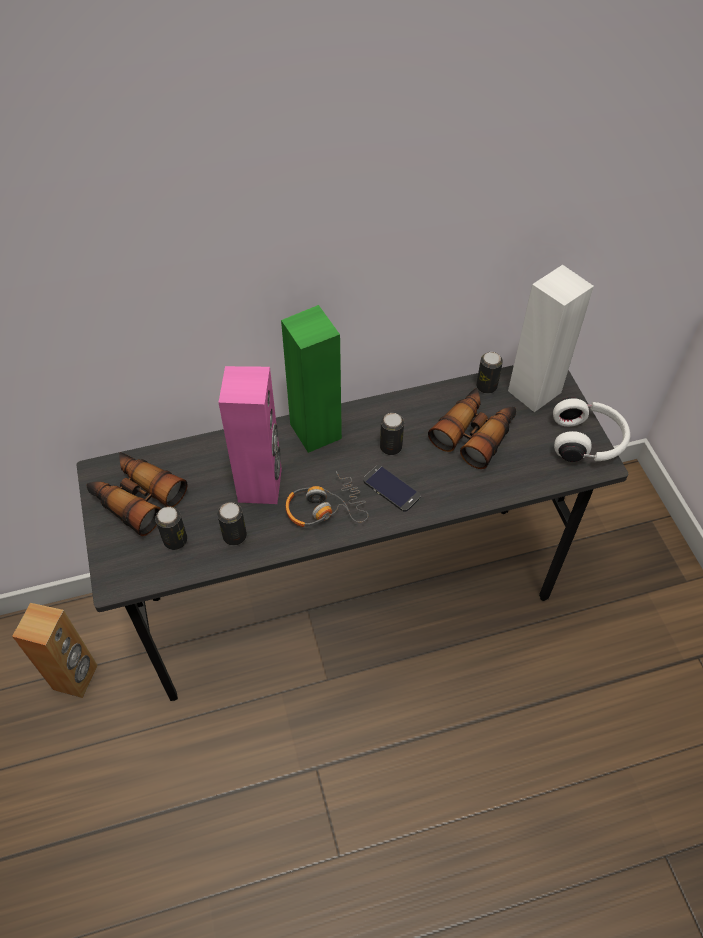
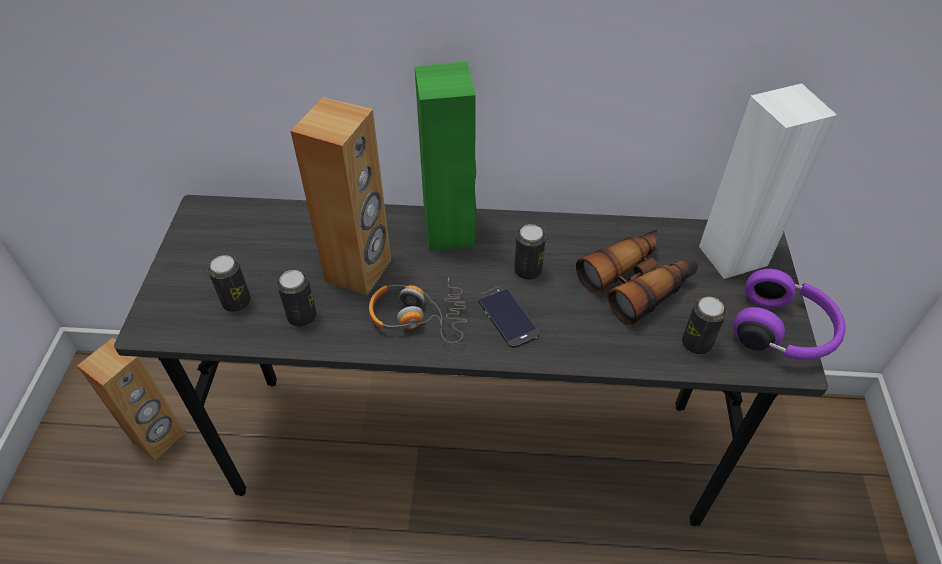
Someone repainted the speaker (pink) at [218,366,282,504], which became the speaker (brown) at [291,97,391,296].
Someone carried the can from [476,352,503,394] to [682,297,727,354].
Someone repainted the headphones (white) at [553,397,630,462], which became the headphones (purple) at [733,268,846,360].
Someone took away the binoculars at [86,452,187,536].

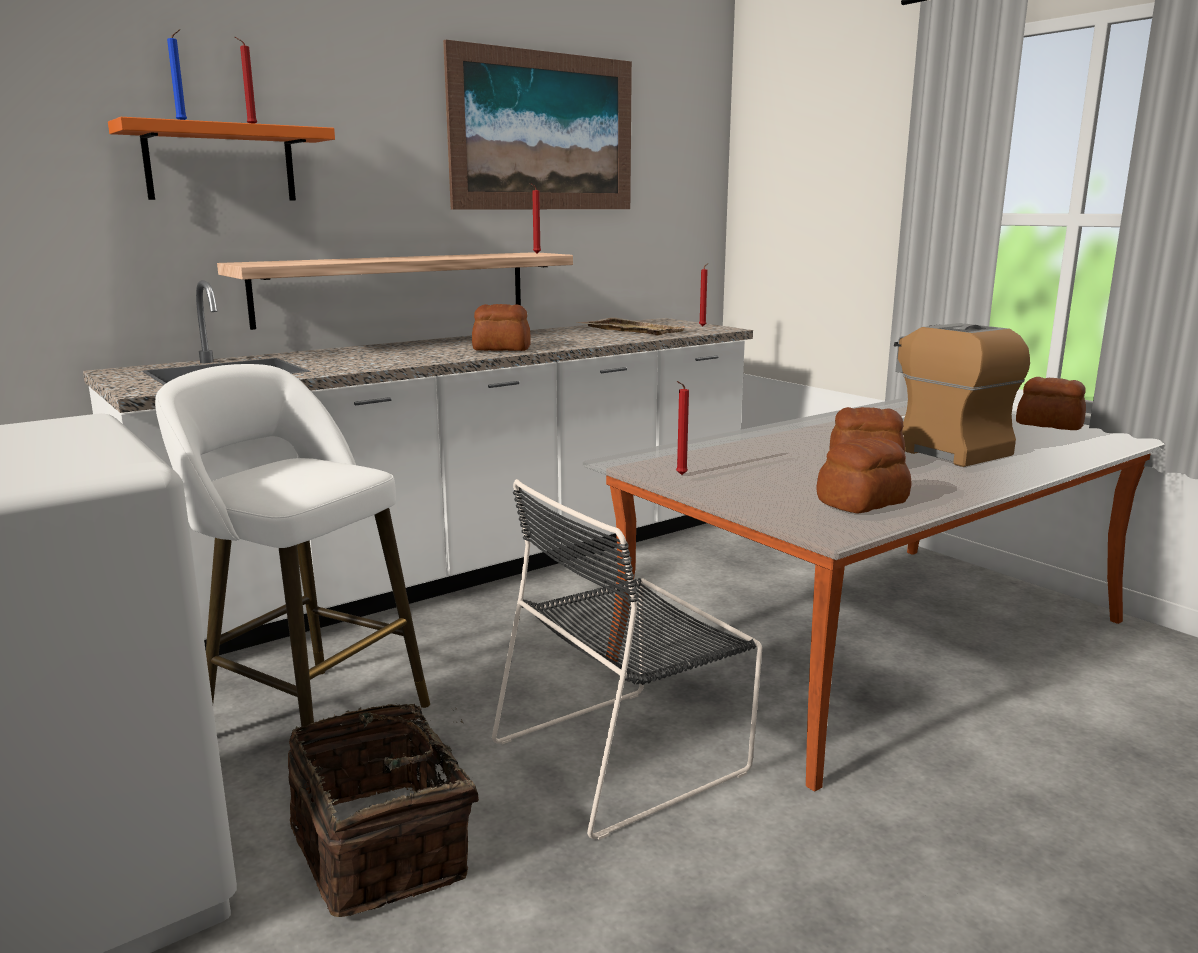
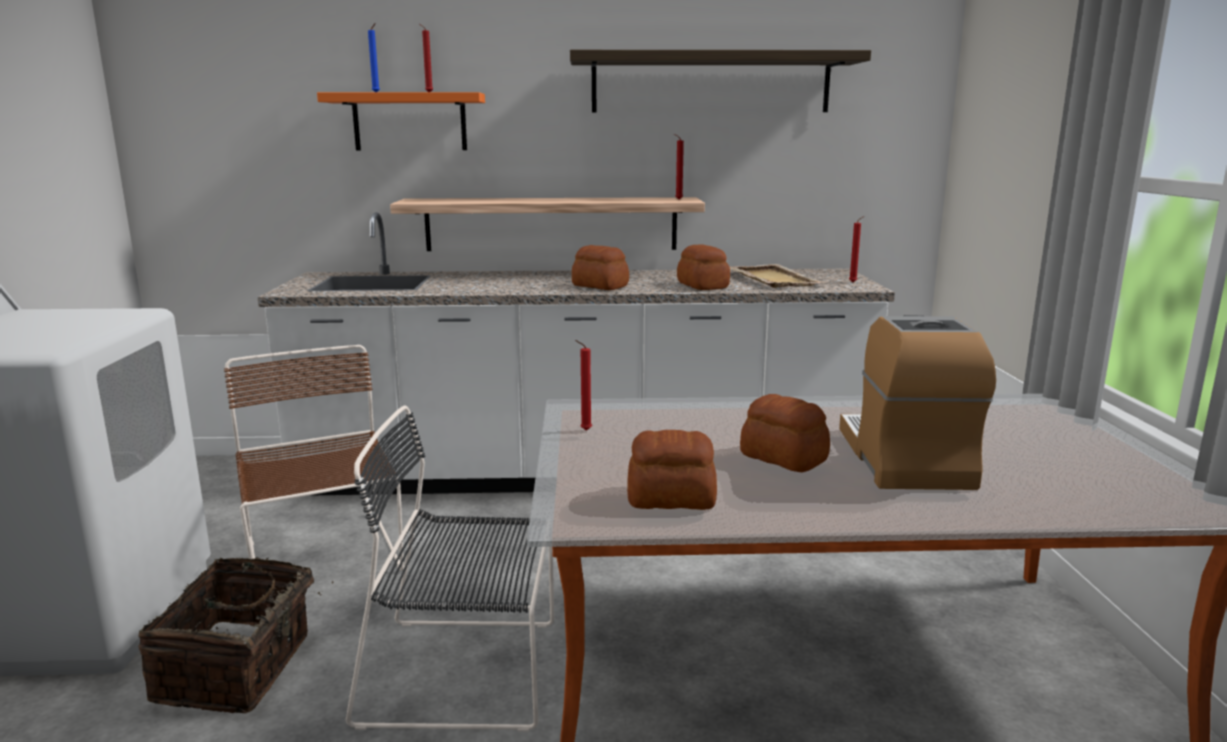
Someone swapped the stool (white) at [155,364,430,727] for the chair (brown) at [224,345,404,571].
Someone swapped the picture at [443,40,632,209] for the shelf at [570,50,871,113].
Someone carried the bread from [1016,377,1086,430] to [677,244,730,290].

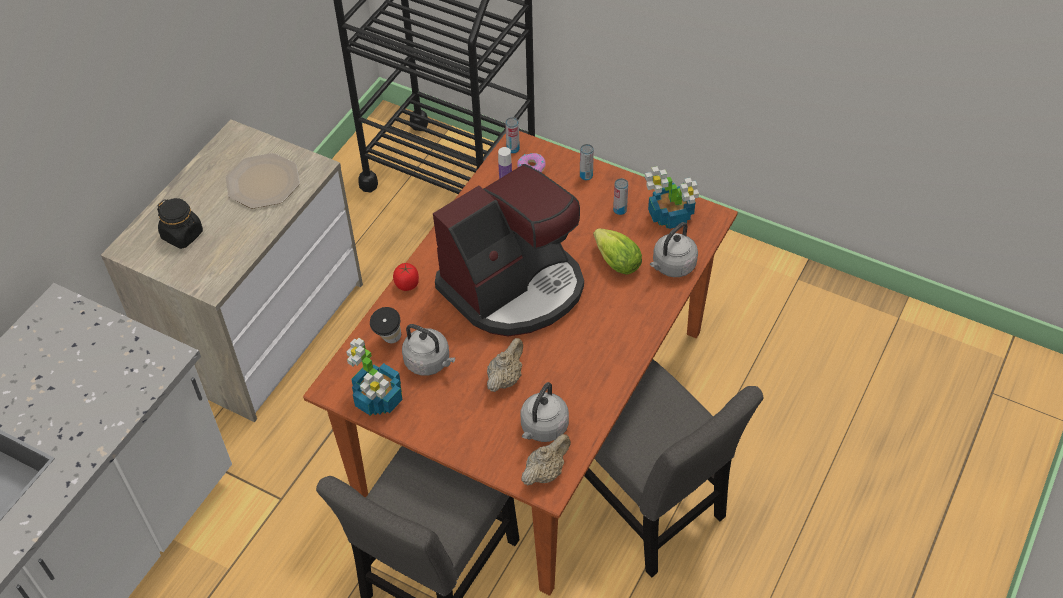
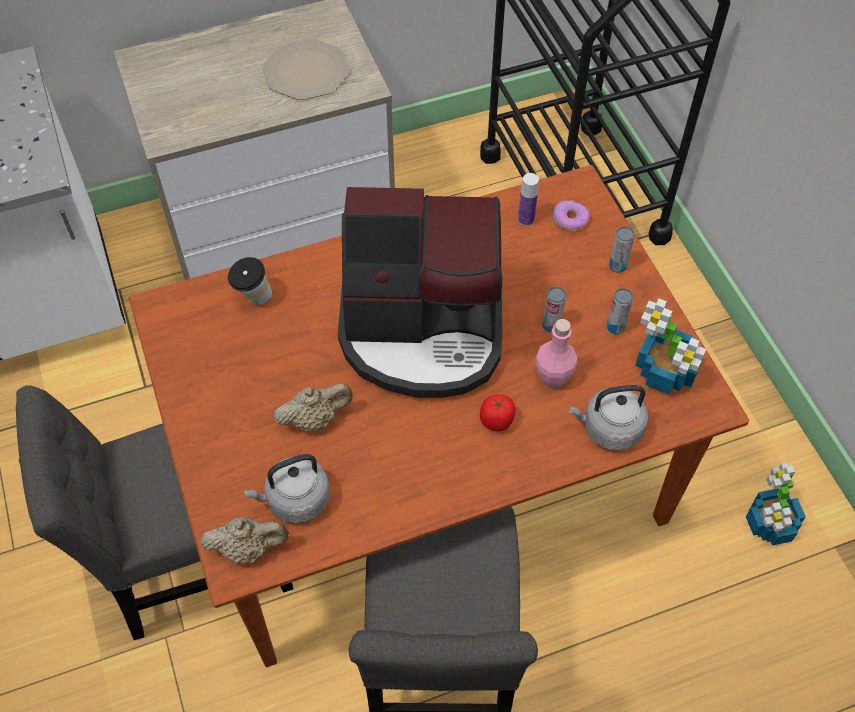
Someone carried the tomato from [393,263,419,291] to [480,394,516,432].
Someone swapped the lettuce at [594,228,642,274] for the bottle (pink) at [535,319,578,388].
Someone carried the can from [505,117,520,154] to [542,287,566,333].
Someone carried the potted plant from [346,338,403,416] to [746,462,806,546].
Someone took away the jar (black) at [157,198,203,249].
Someone took away the kettle (grey) at [402,324,455,376].

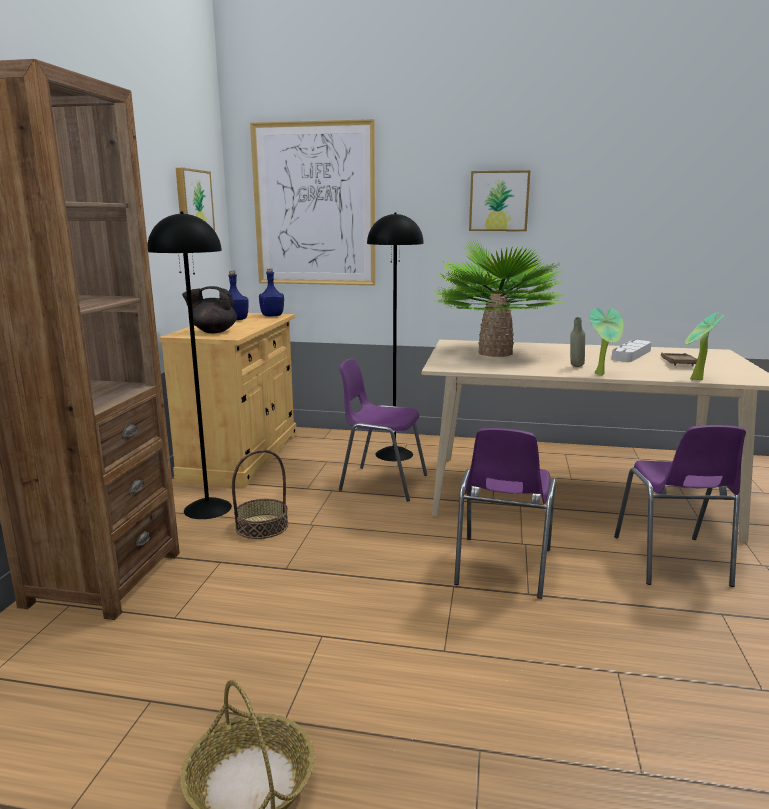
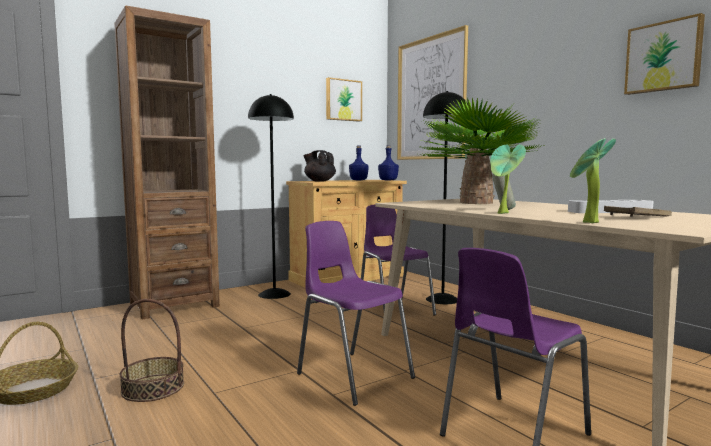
Someone carried the basket from [232,450,288,539] to [119,299,184,402].
Someone rotated the chair (purple) at [454,428,556,599] by 75 degrees clockwise.
Someone carried the picture from [469,170,530,231] to [624,13,705,95].

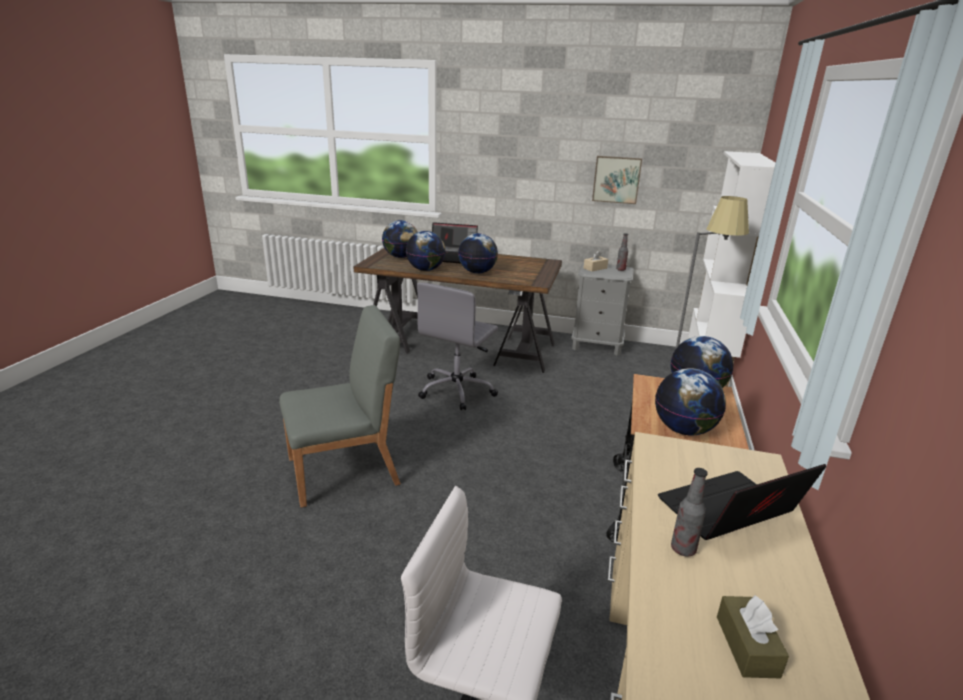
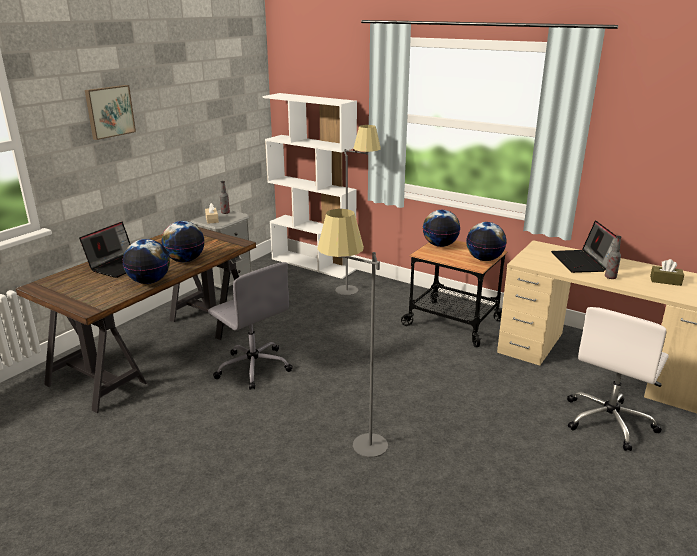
Someone carried the picture from [592,156,642,204] to [85,85,136,140].
Someone swapped the chair (grey) at [279,305,401,508] for the floor lamp (grey) at [317,209,388,457].
Someone took away the globe at [382,220,418,258].

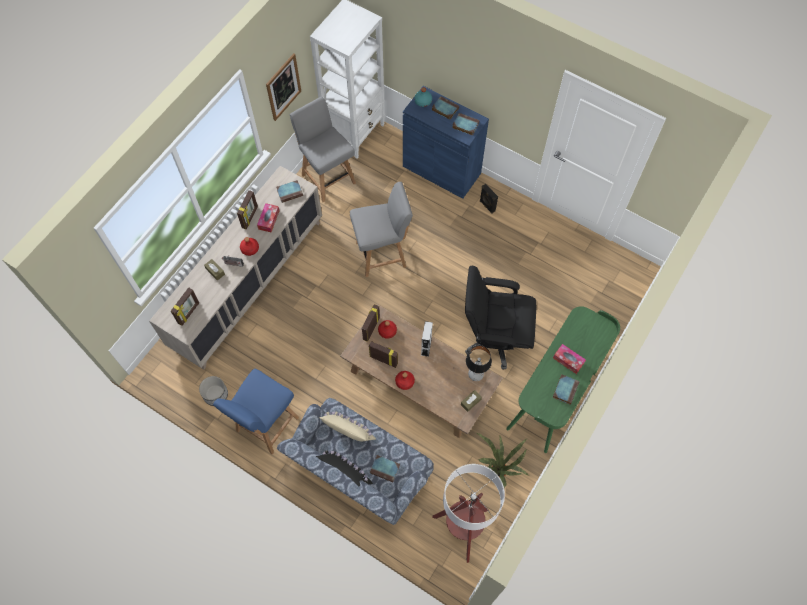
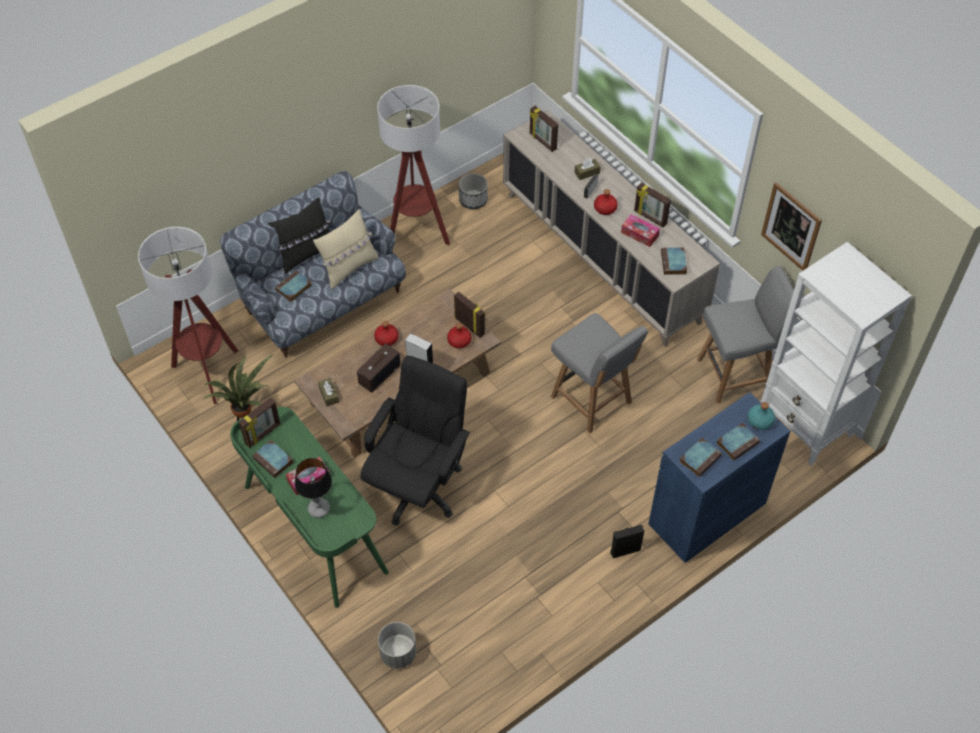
Someone carried the picture frame from [369,341,398,368] to [239,397,281,448].
Someone carried the table lamp from [466,346,492,381] to [295,458,332,518].
Someone put down the radio at [357,344,400,392].
Someone swapped the chair (blue) at [213,369,299,454] for the floor lamp at [377,85,450,245].
Someone put down the planter (grey) at [378,622,416,668].
Someone rotated the chair (grey) at [350,182,413,277] by 45 degrees counterclockwise.

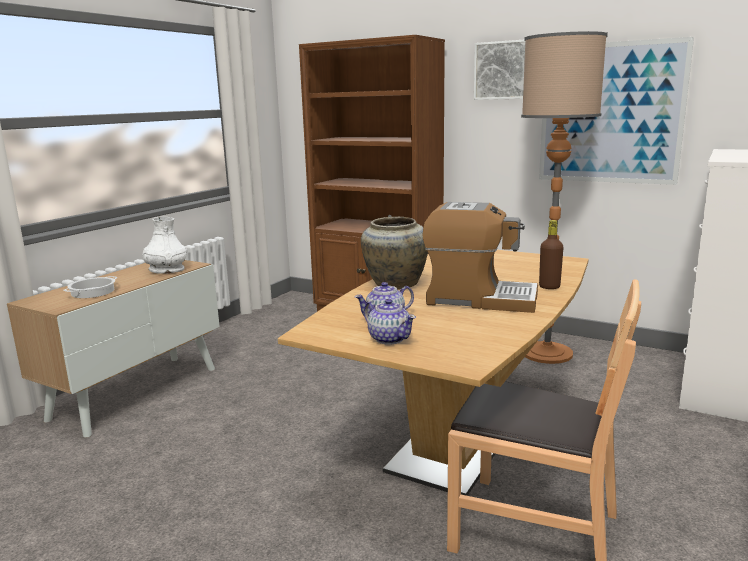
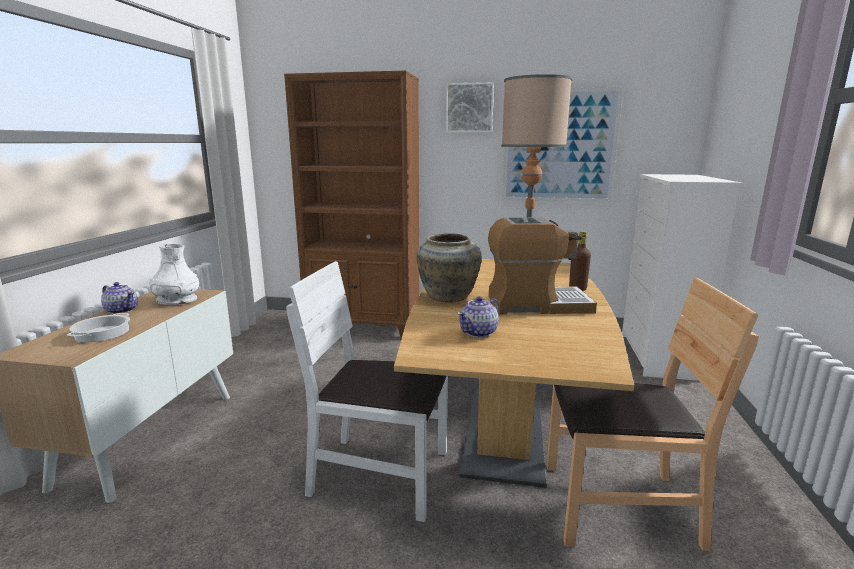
Someone carried the teapot from [364,299,416,344] to [101,282,138,314].
Someone put down the chair (white) at [286,261,448,522].

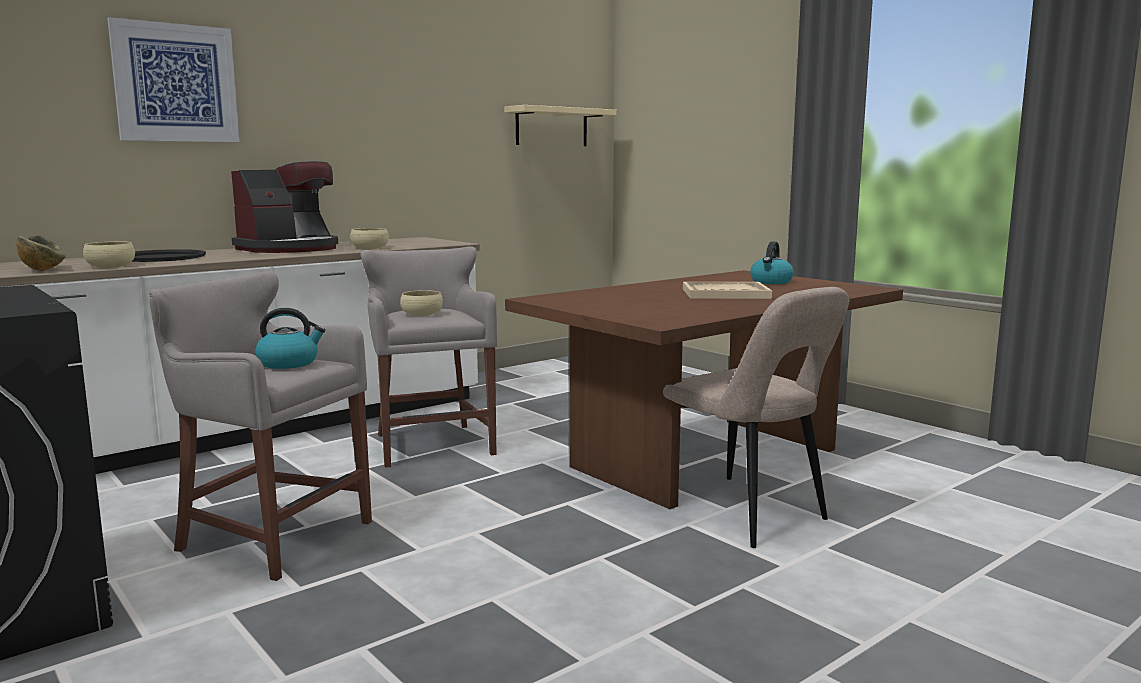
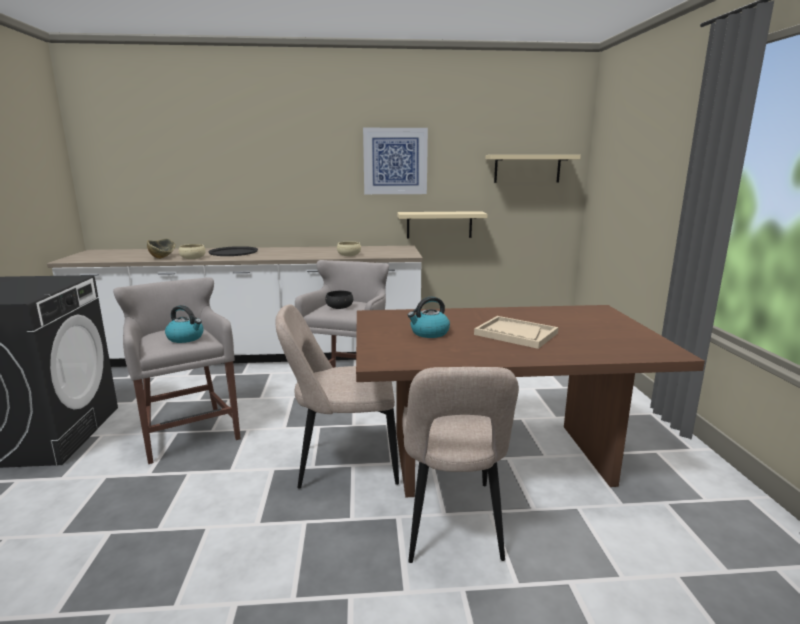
Someone put down the chair (beige) at [275,305,399,489].
Someone repainted the bowl (beige) at [400,290,443,316], which became the bowl (black) at [325,291,353,309].
Someone carried the picture from [107,17,239,142] to [363,128,428,194].
Someone put up the shelf (beige) at [397,211,488,239].
Someone carried the kettle from [750,241,794,284] to [408,296,450,338].
Someone took away the coffee machine at [231,161,338,253].

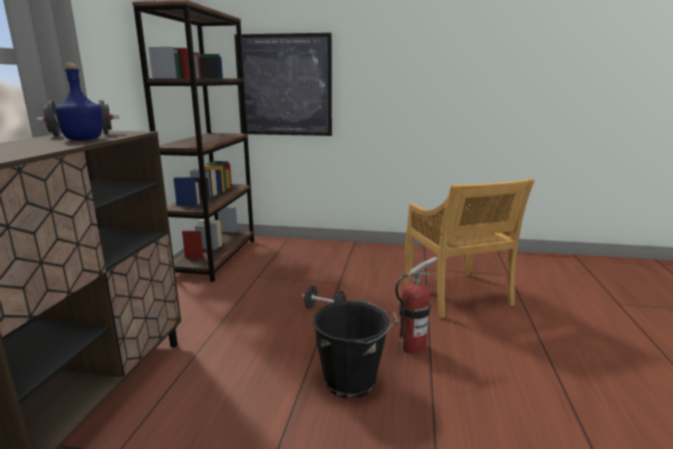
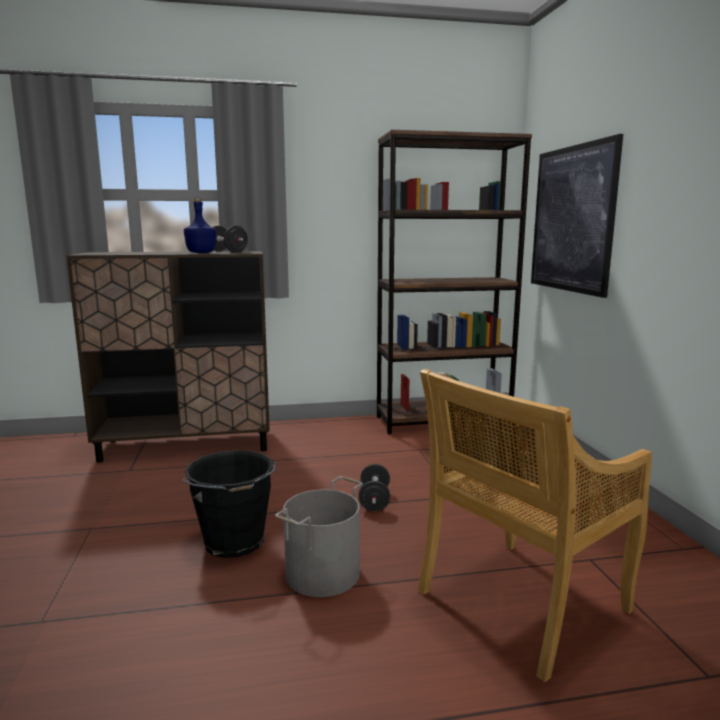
Someone swapped the fire extinguisher at [395,257,438,355] for the bucket (grey) at [275,476,363,597].

